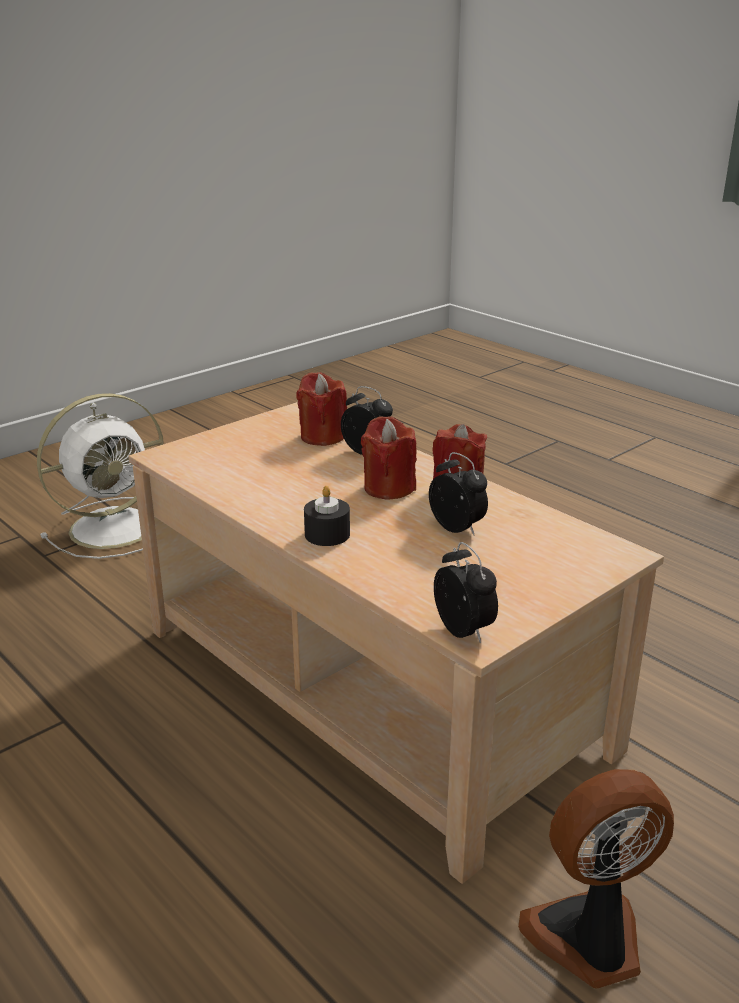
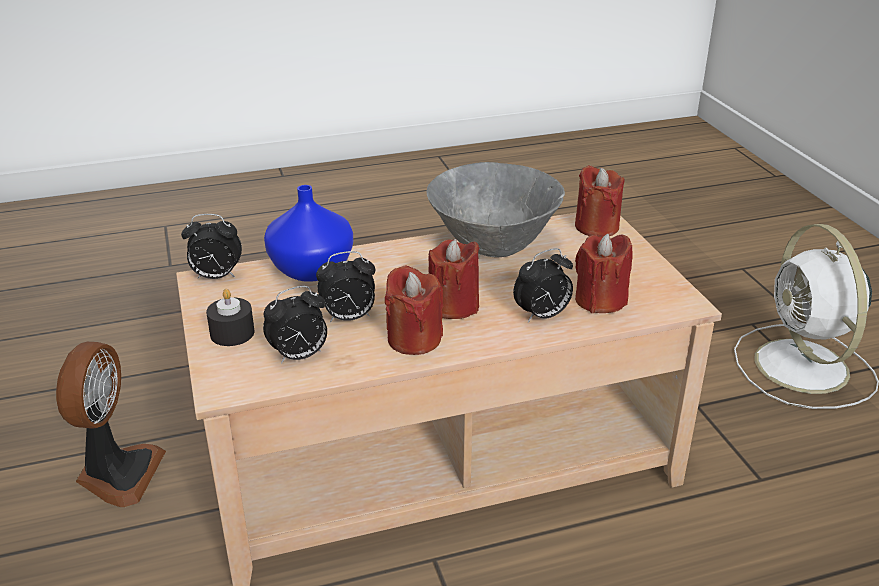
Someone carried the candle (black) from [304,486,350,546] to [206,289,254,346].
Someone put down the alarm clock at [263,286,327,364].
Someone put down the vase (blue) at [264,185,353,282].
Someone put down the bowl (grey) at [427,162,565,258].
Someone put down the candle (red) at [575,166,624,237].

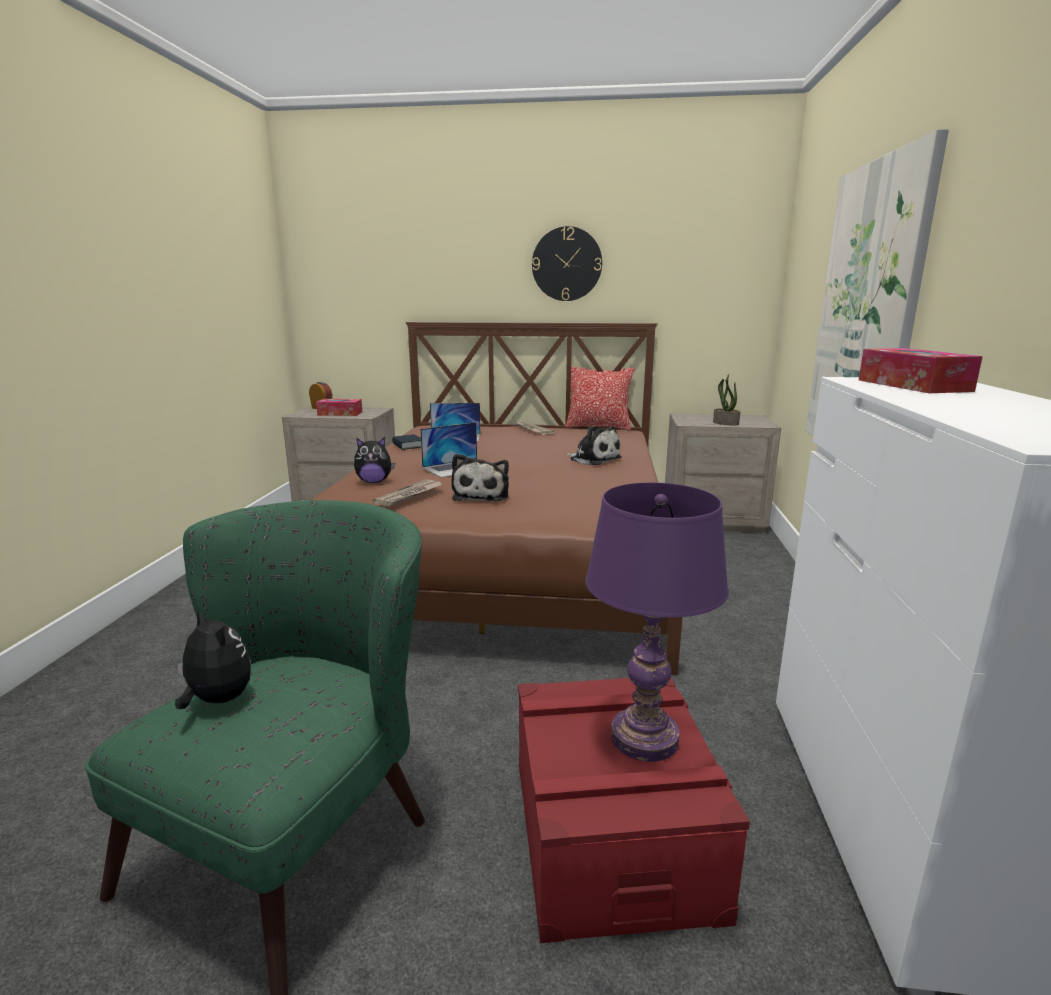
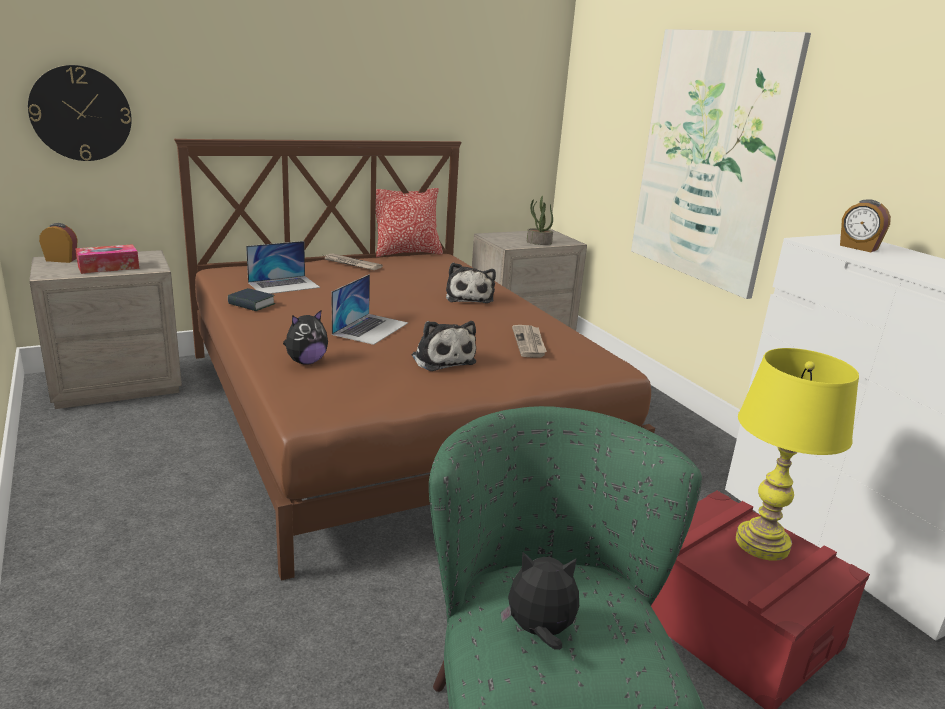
Someone carried the wall clock from [532,226,602,301] to [28,65,132,161].
Someone rotated the plush toy at [566,426,622,465] by 75 degrees clockwise.
Someone carried the newspaper from [372,480,443,506] to [512,325,547,357].
Someone repainted the table lamp (purple) at [585,482,729,762], which became the table lamp (yellow) at [736,348,859,561].
Someone swapped the tissue box at [859,348,983,393] for the alarm clock at [840,199,891,252].

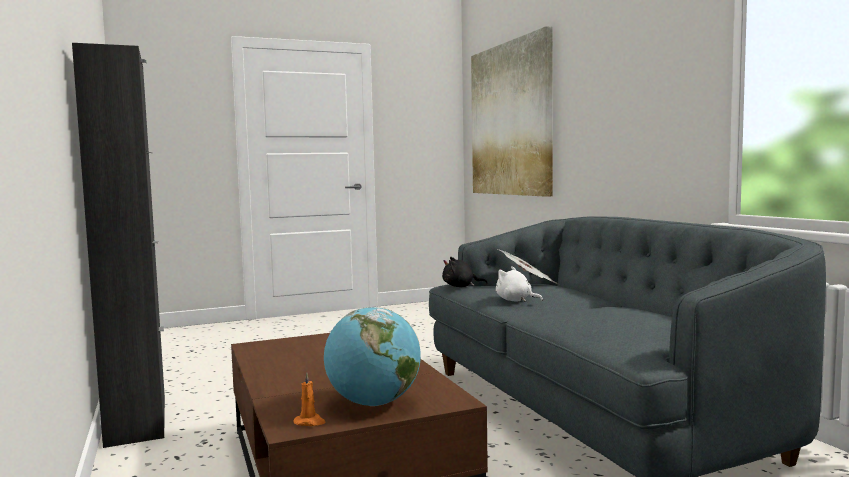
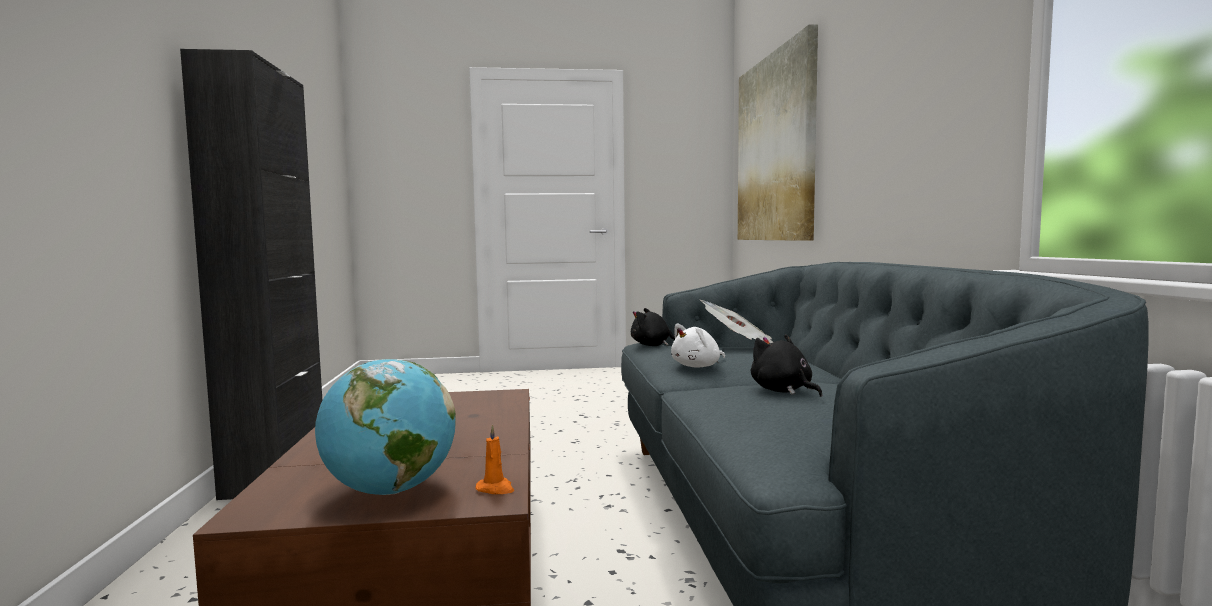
Someone carried the candle (orange) from [293,372,326,426] to [475,425,514,494].
Someone rotated the plush toy (white) at [496,266,543,302] by 90 degrees counterclockwise.
Someone put down the plush toy (black) at [751,334,822,397].

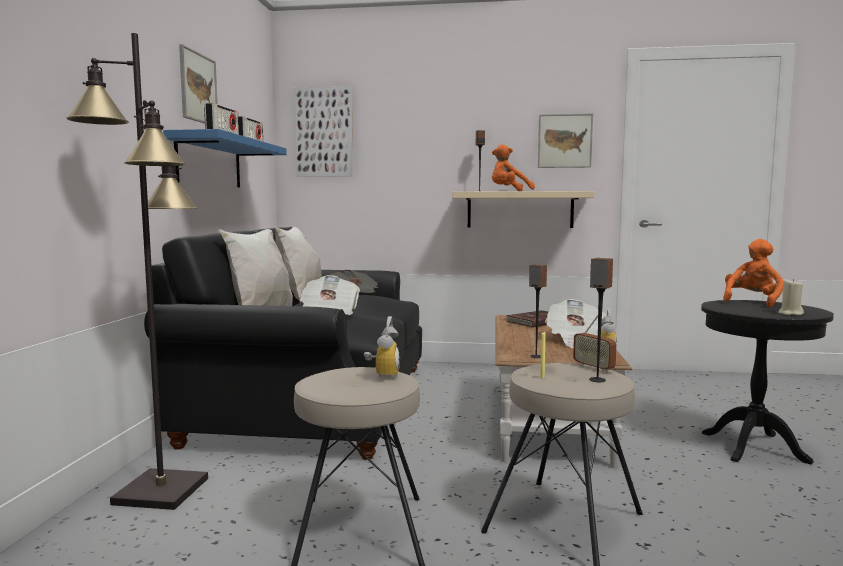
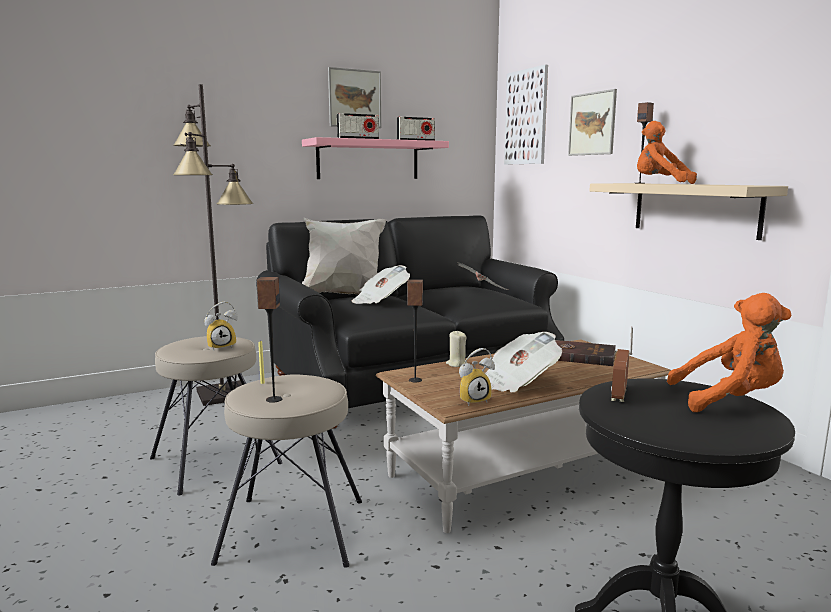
Someone repainted the shelf (blue) at [163,129,287,187], which became the shelf (pink) at [302,137,449,179].
Someone carried the candle (beige) from [778,279,804,315] to [446,331,467,367].
Someone carried the picture from [538,113,593,168] to [568,89,617,156].
Someone carried the radio from [573,315,617,372] to [611,326,633,402].
Someone took away the pillow (white) at [274,225,322,303].

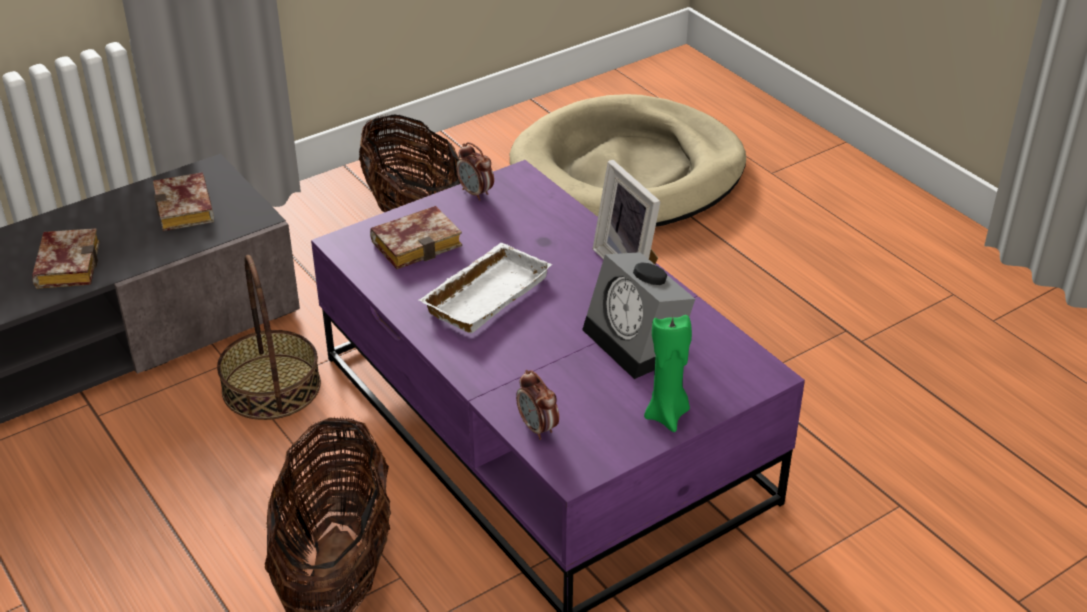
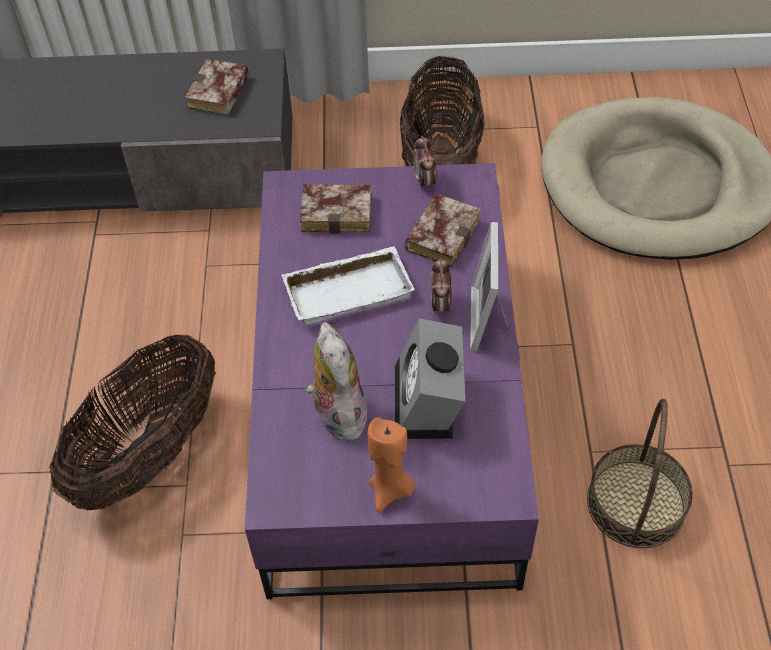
Someone put down the plush toy at [306,322,368,441].
Someone repainted the candle (green) at [644,315,692,432], which became the candle (orange) at [368,418,415,512].
Someone carried the book from [32,228,100,289] to [405,193,481,267].
Someone carried the alarm clock from [516,370,559,440] to [431,258,451,315].
Someone carried the basket from [217,255,321,420] to [587,399,693,548].

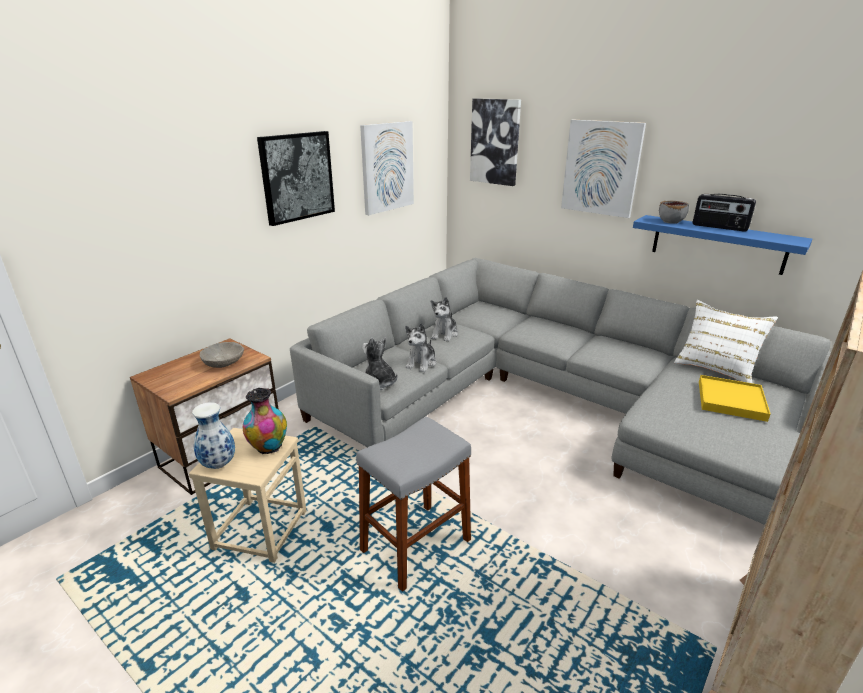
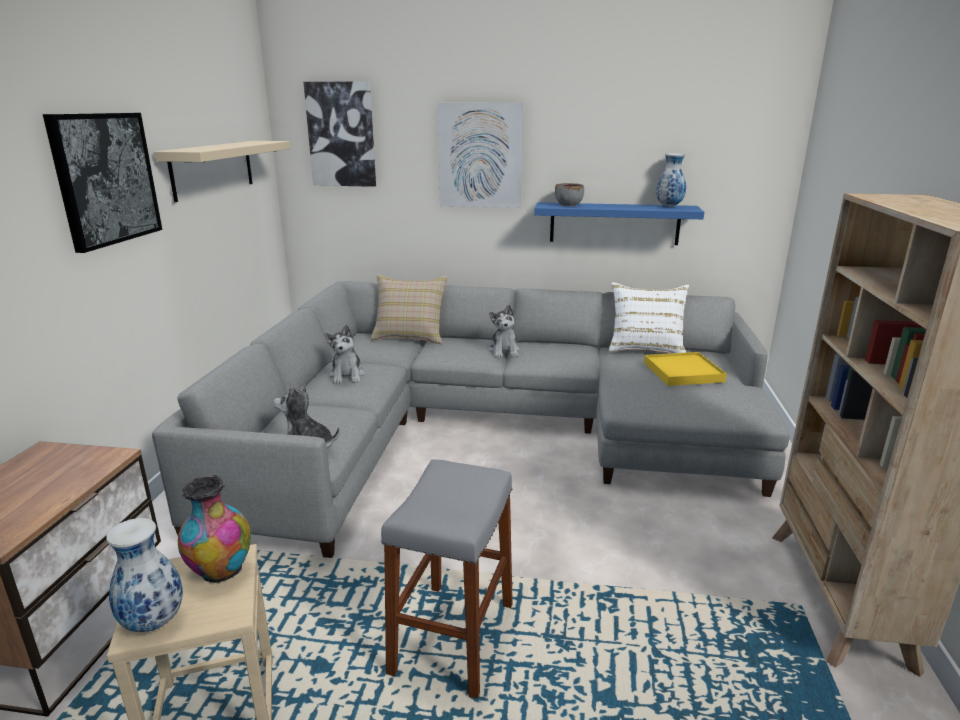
Someone swapped the picture at [360,121,414,215] for the shelf (beige) at [154,141,290,202].
Someone put down the pillow (beige) at [371,274,448,344].
Someone carried the plush toy from [405,323,437,372] to [489,305,520,358].
Someone put down the vase at [656,153,686,207].
Someone took away the bowl (grey) at [200,342,244,368].
Someone took away the radio at [693,194,756,232].

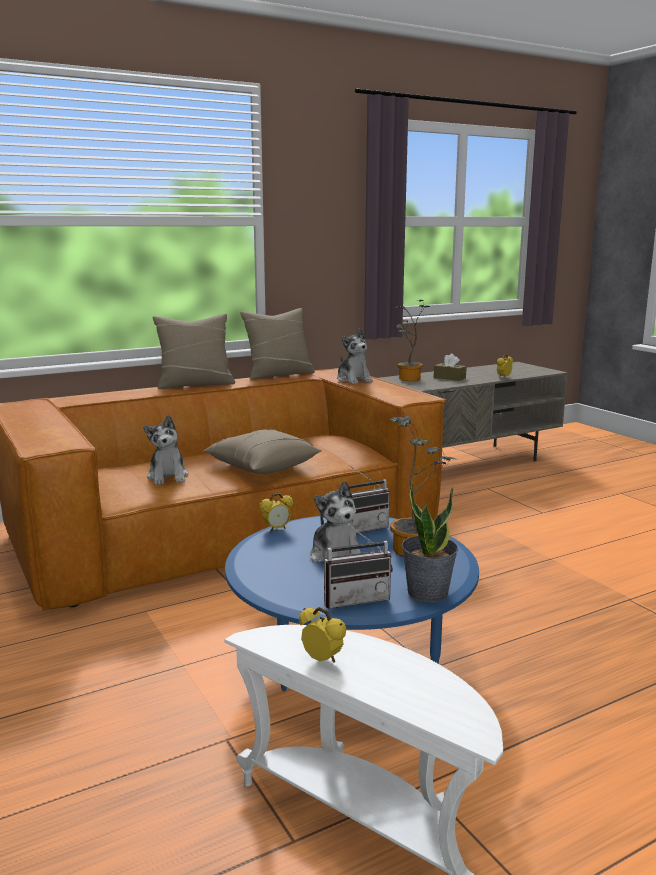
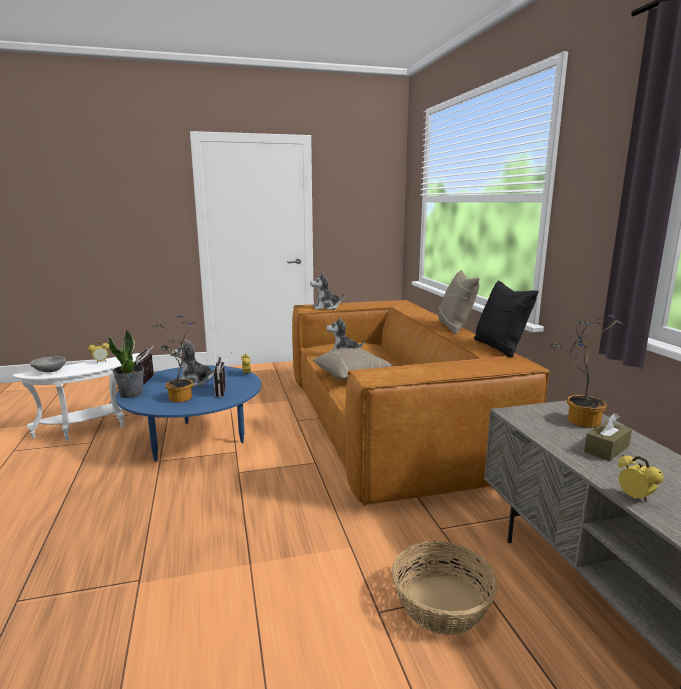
Someone put down the bowl (grey) at [30,356,66,372].
Someone carried the plush toy from [337,328,373,384] to [310,273,345,310].
Someone put down the basket at [392,541,497,635].
Someone repainted the pillow (beige) at [240,308,315,380], which became the pillow (black) at [474,281,539,357].

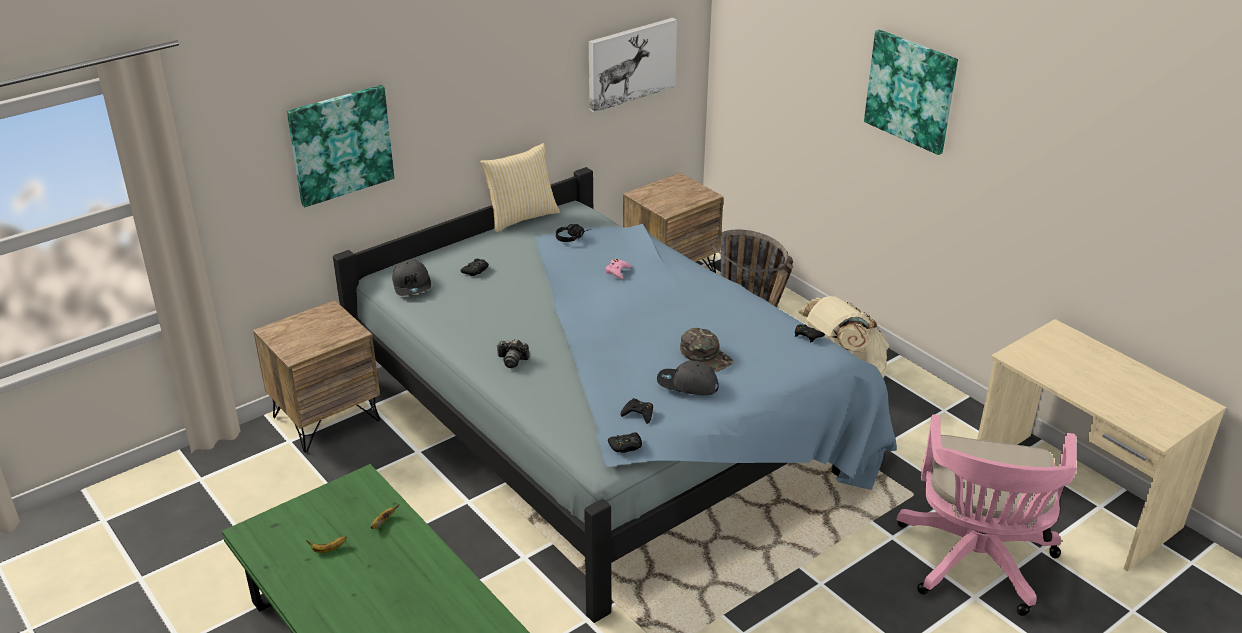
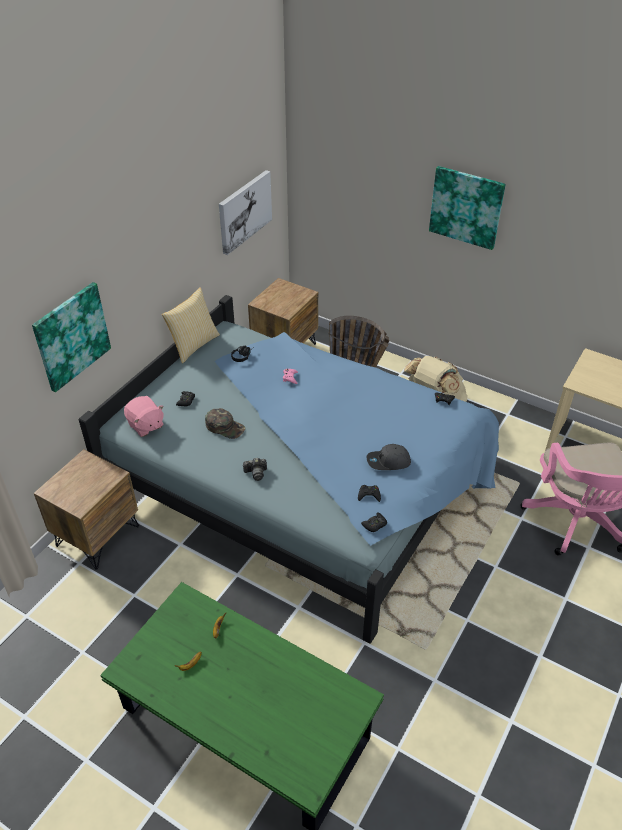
Someone swapped the cap (grey) at [392,260,431,296] for the plush toy (pink) at [124,396,164,437].
Someone carried the cap (green) from [680,328,733,372] to [205,408,245,439].

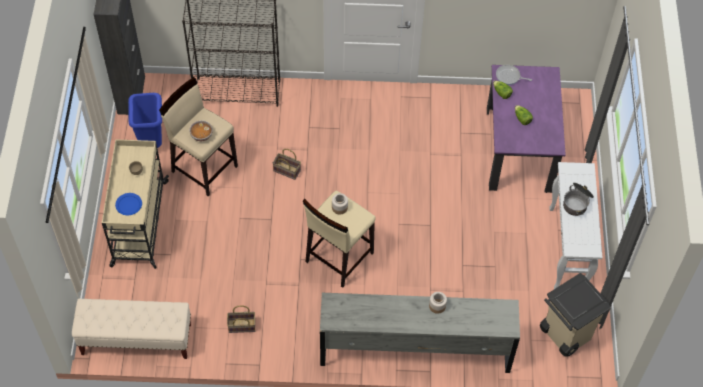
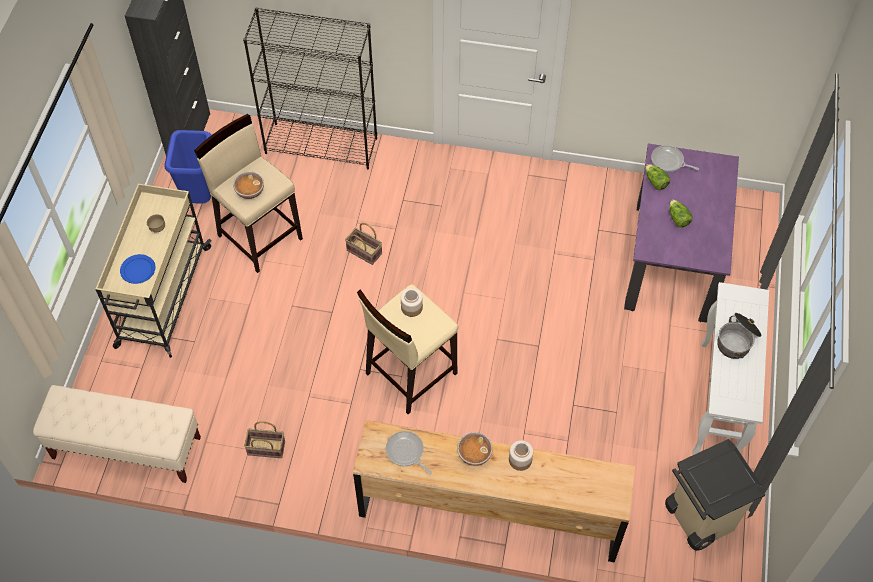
Someone repainted the dresser (grey) at [320,293,520,373], which became the dresser (brown) at [353,420,635,563].
Someone put down the frying pan at [386,431,432,474].
Someone put down the bowl at [457,432,493,466].

